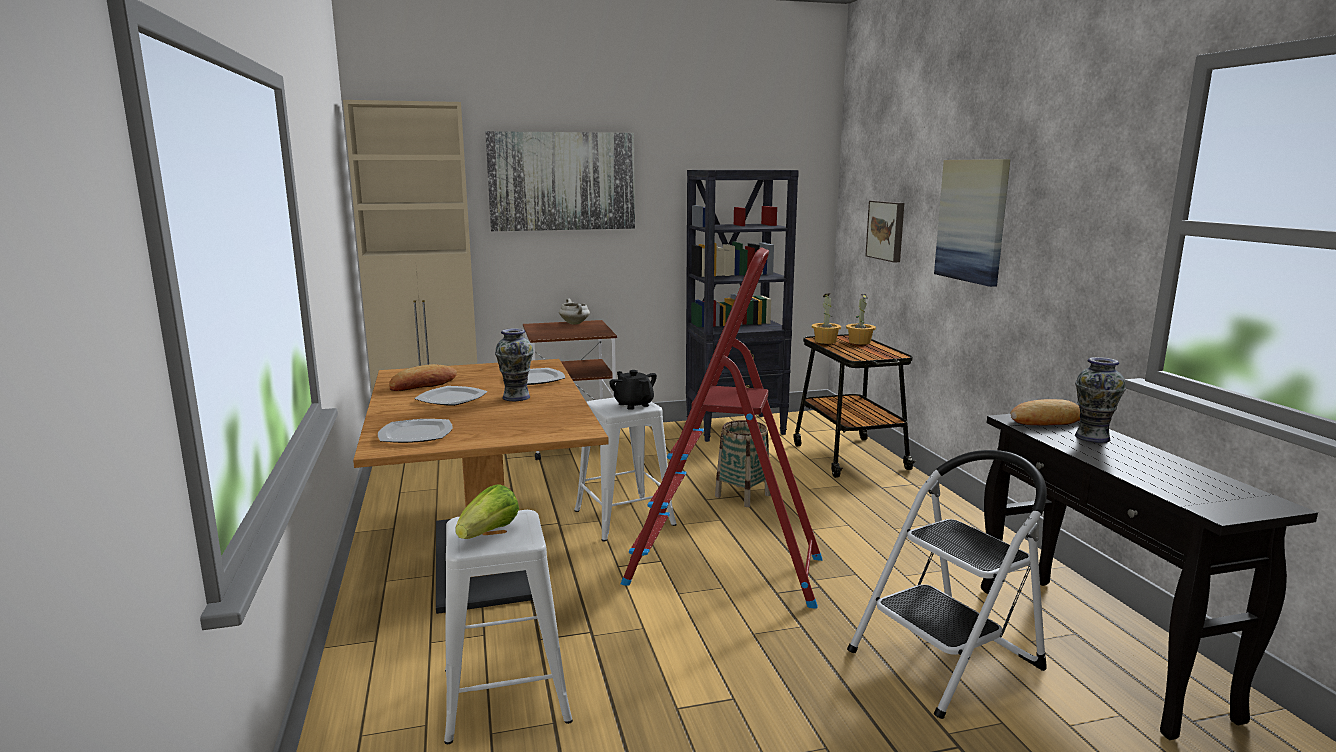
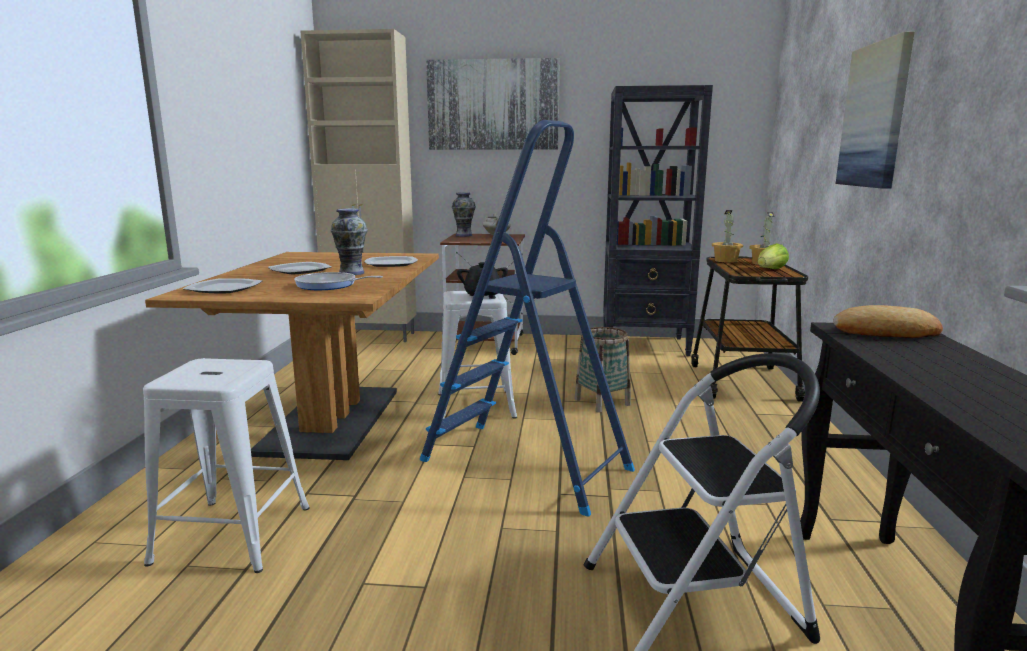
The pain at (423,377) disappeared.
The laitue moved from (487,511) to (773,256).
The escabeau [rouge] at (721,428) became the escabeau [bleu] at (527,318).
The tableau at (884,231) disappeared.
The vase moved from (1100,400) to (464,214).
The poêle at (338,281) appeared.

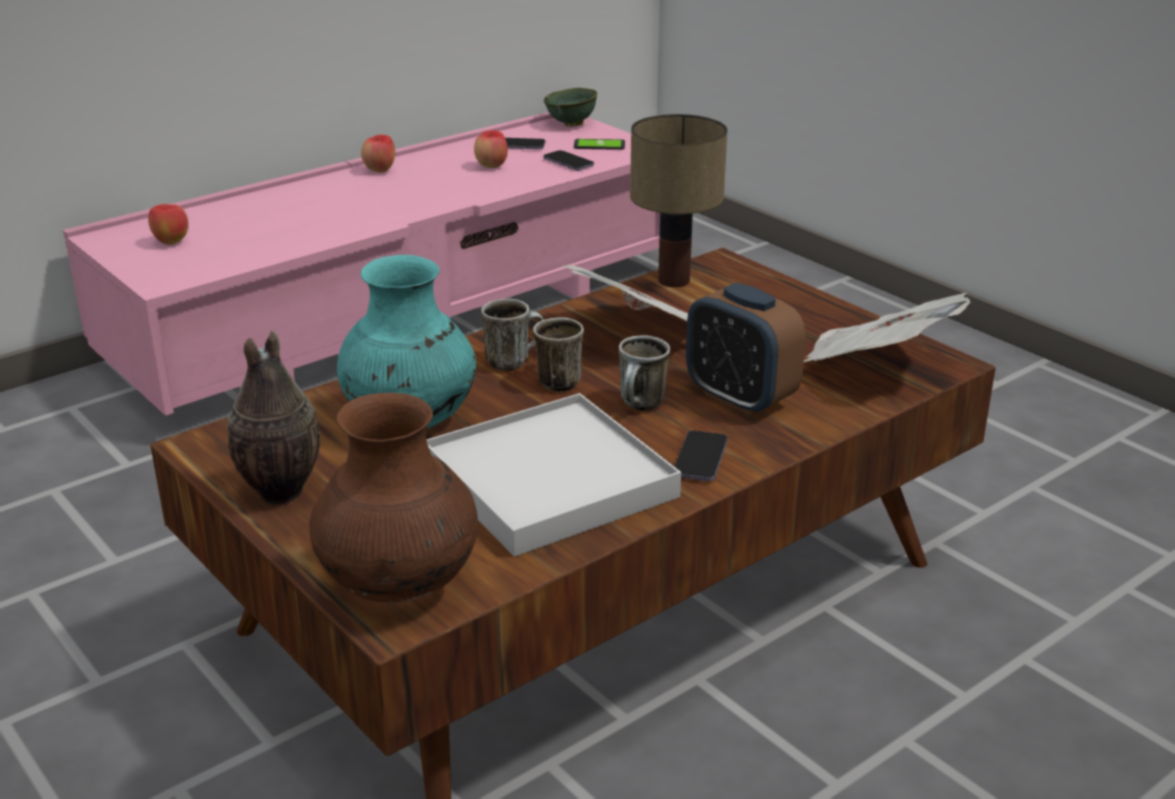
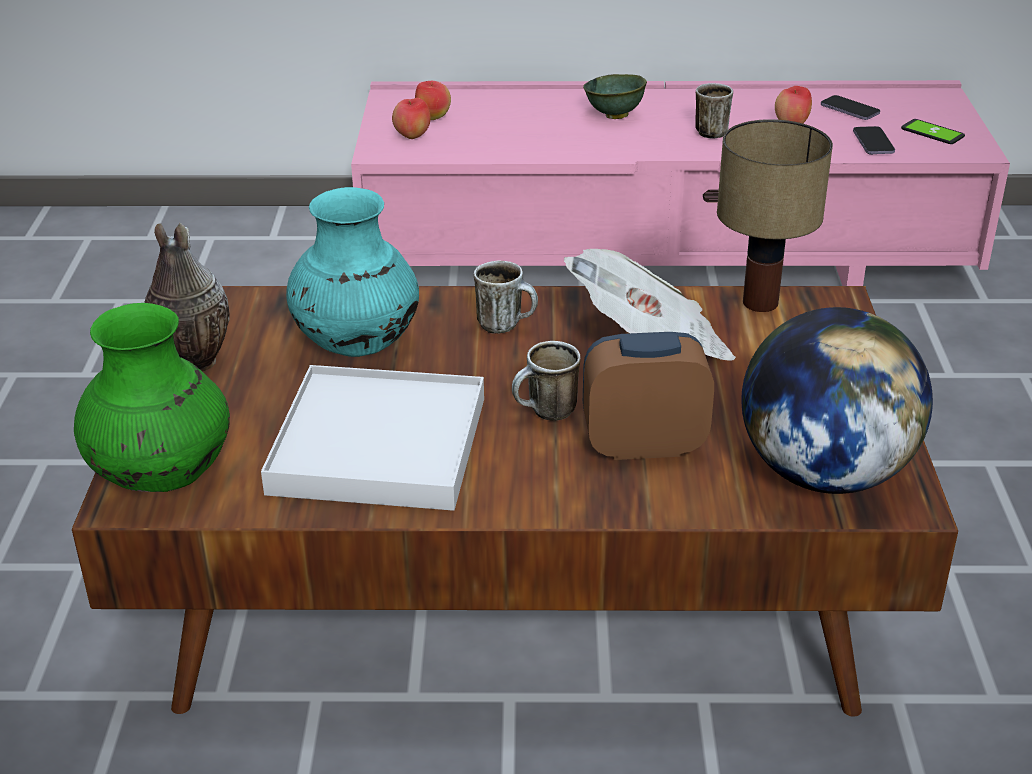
The vase [marron] at (393,497) became the vase [vert] at (152,397).
The pomme moved from (378,153) to (411,118).
The mug moved from (558,354) to (714,110).
The bol [vert] moved from (570,107) to (615,96).
The téléphone at (701,455) disappeared.
The réveil at (746,349) turned 90 degrees clockwise.
The journal at (887,327) was replaced by the globe at (837,400).

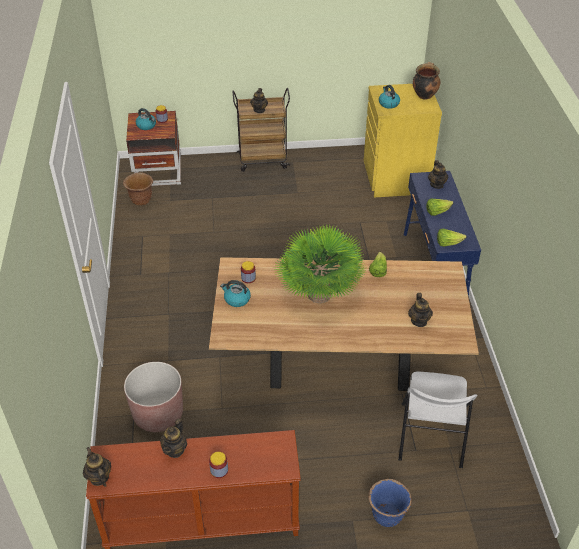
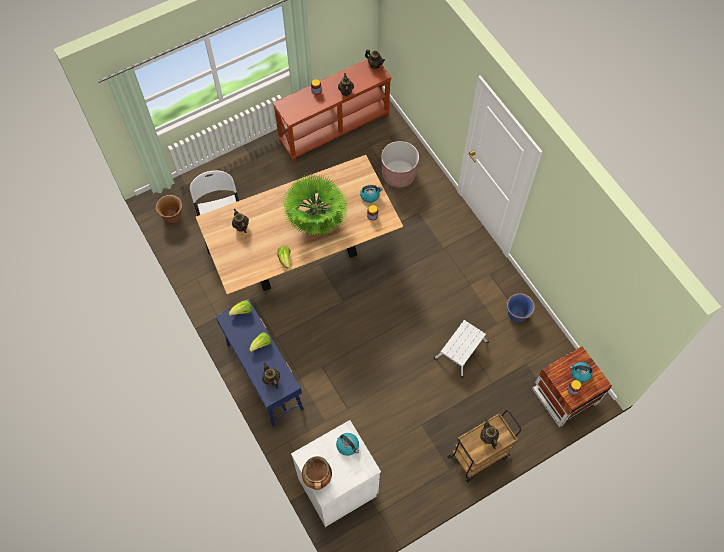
The cache-pot [marron] moved from (138,189) to (169,209).
The commode [jaune] at (403,141) became the commode [blanc] at (336,473).
The cache-pot [bleu] moved from (390,503) to (521,307).
The escabeau [blanc] at (461,349) appeared.

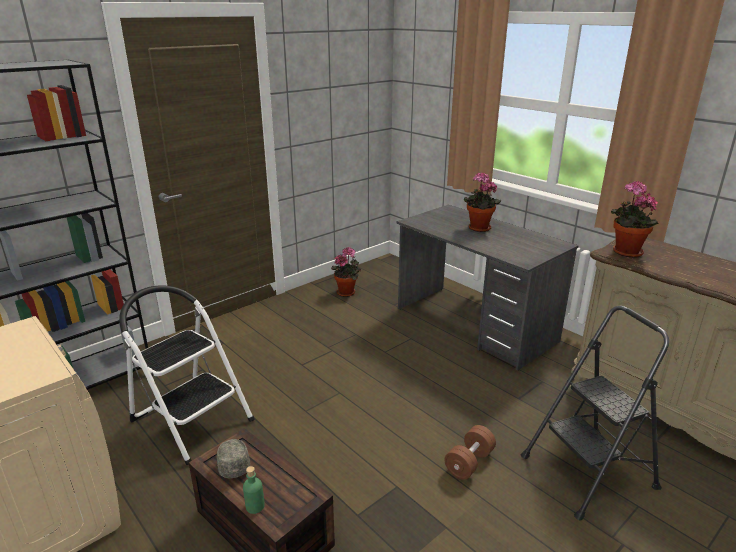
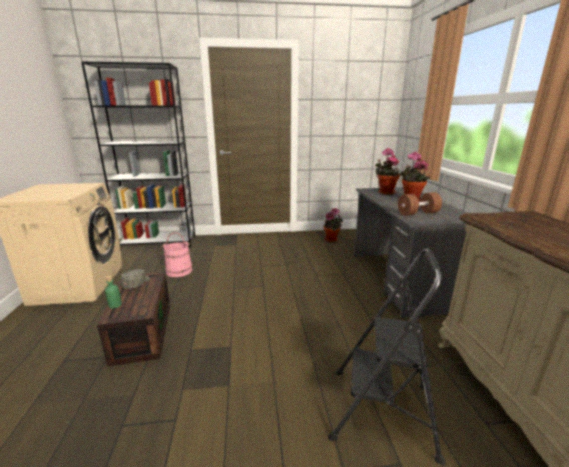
The escabeau at (186,375) was replaced by the seau [rose] at (176,254).
The haltère [marron] moved from (470,452) to (420,204).
The plante en pot moved from (634,219) to (387,171).

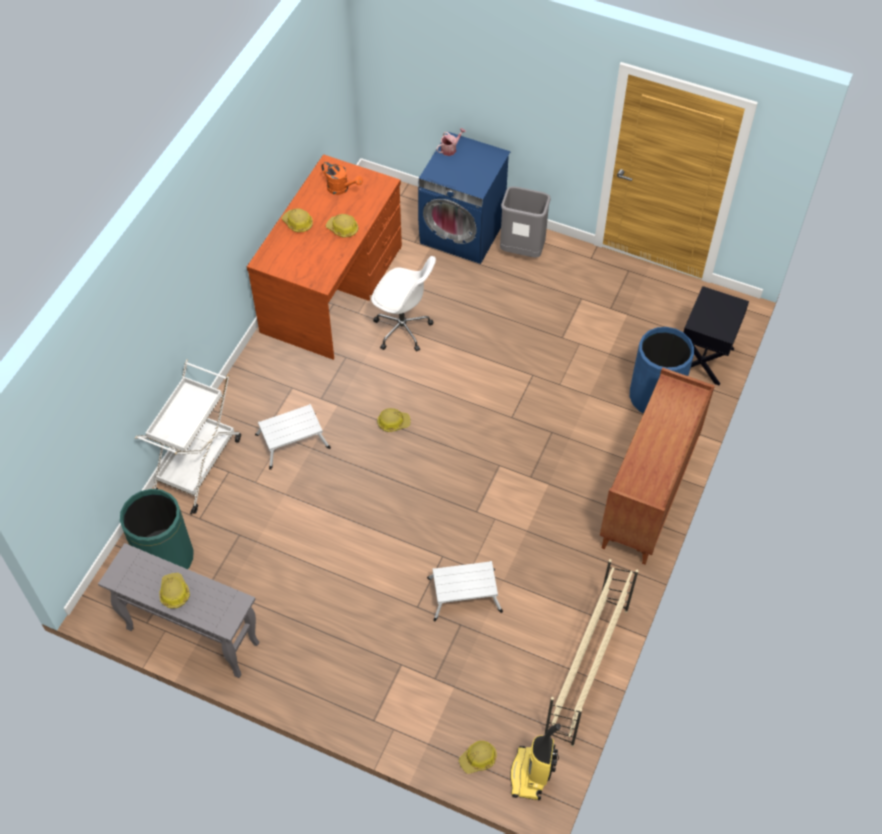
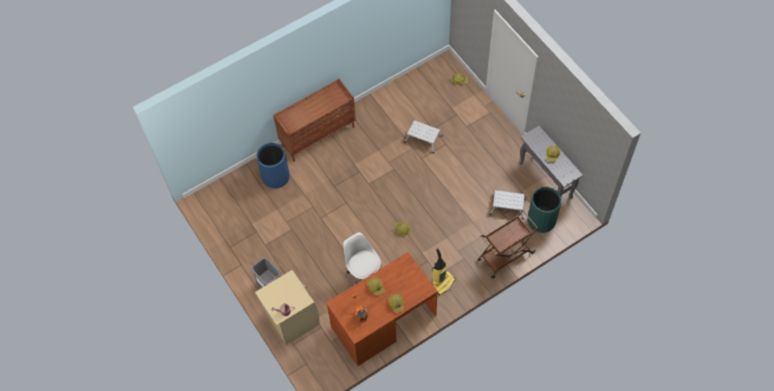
The chariot [blanc] at (188,436) became the chariot [marron] at (508,244).
The escabeau [blanc] moved from (293,437) to (507,205).
The lave-linge [bleu] at (464,198) became the lave-linge [beige] at (287,307).
The aspirateur moved from (535,762) to (444,272).
The étagère à chaussures [beige] at (591,652) disappeared.
The table de chevet [noir] at (716,336) disappeared.

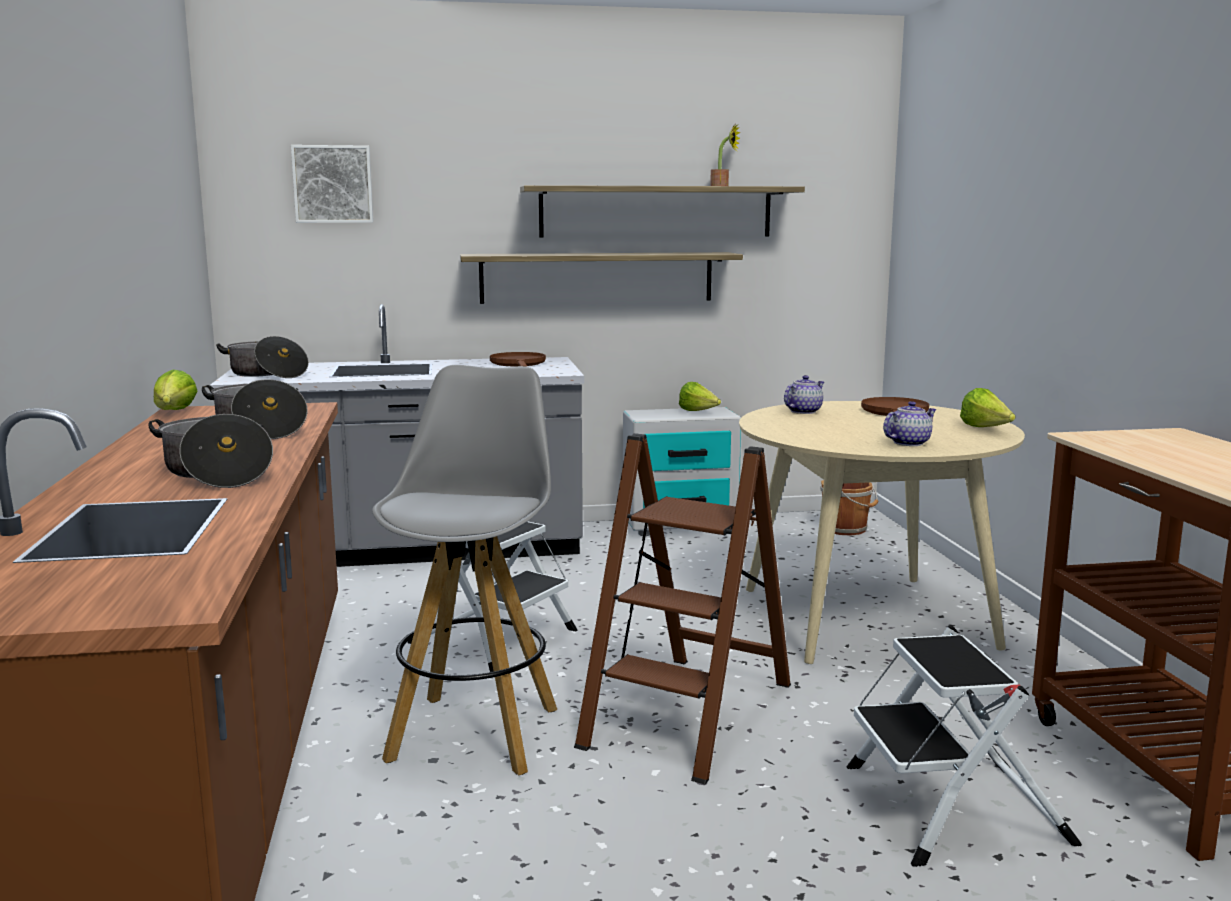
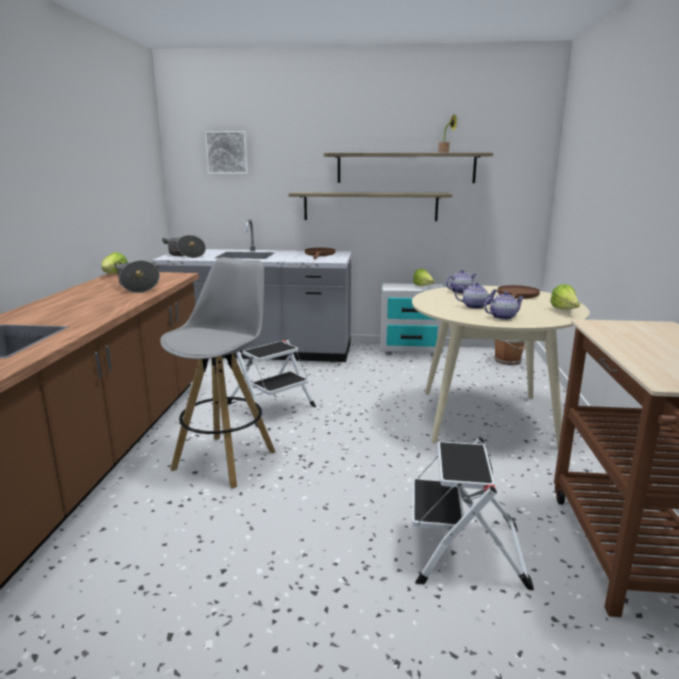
The marmite at (210,451) disappeared.
The escabeau [marron] at (682,608) disappeared.
The théière at (476,296) appeared.

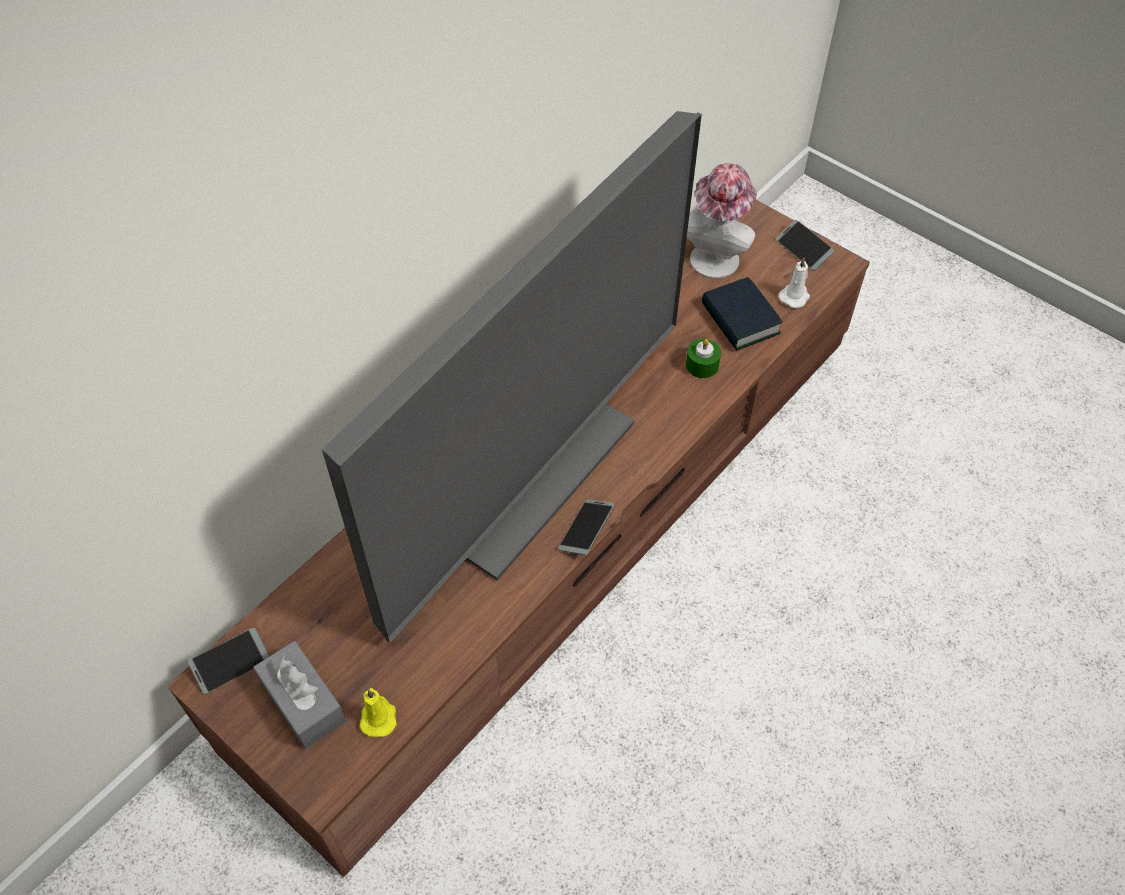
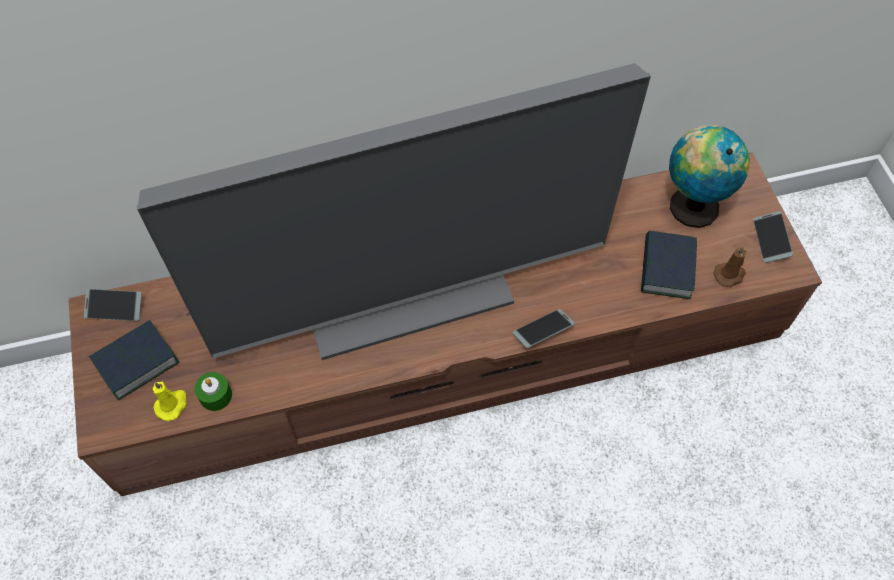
The boîte à mouchoirs [gris] at (299,695) was replaced by the livre at (134,360).
The téléphone moved from (586,527) to (543,328).
The bougie [vert] moved from (703,358) to (213,391).
The chapeau at (722,220) was replaced by the globe at (709,176).
The bougie [blanc] at (794,282) became the bougie [marron] at (729,266).

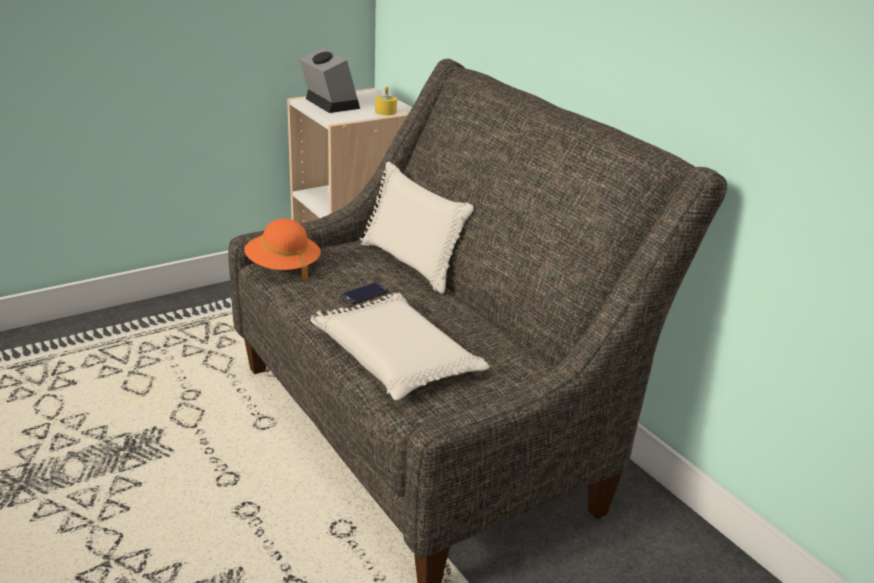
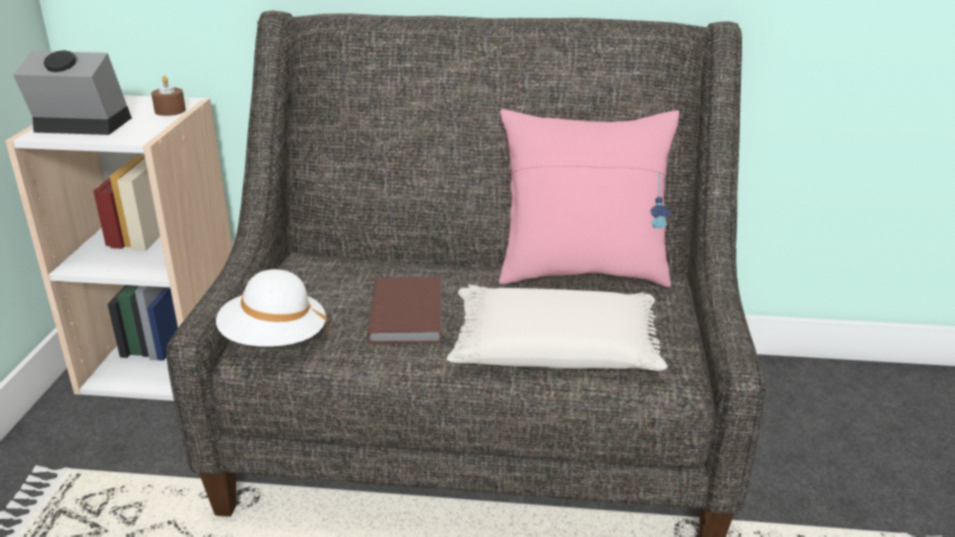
The chapeau [orange] at (282,249) became the chapeau [blanc] at (272,308).
The téléphone at (364,293) was replaced by the livre [marron] at (404,310).
The coussin [blanc] at (416,228) disappeared.
The bougie [jaune] at (386,101) became the bougie [marron] at (168,96).
The coussin [rose] at (589,198) appeared.

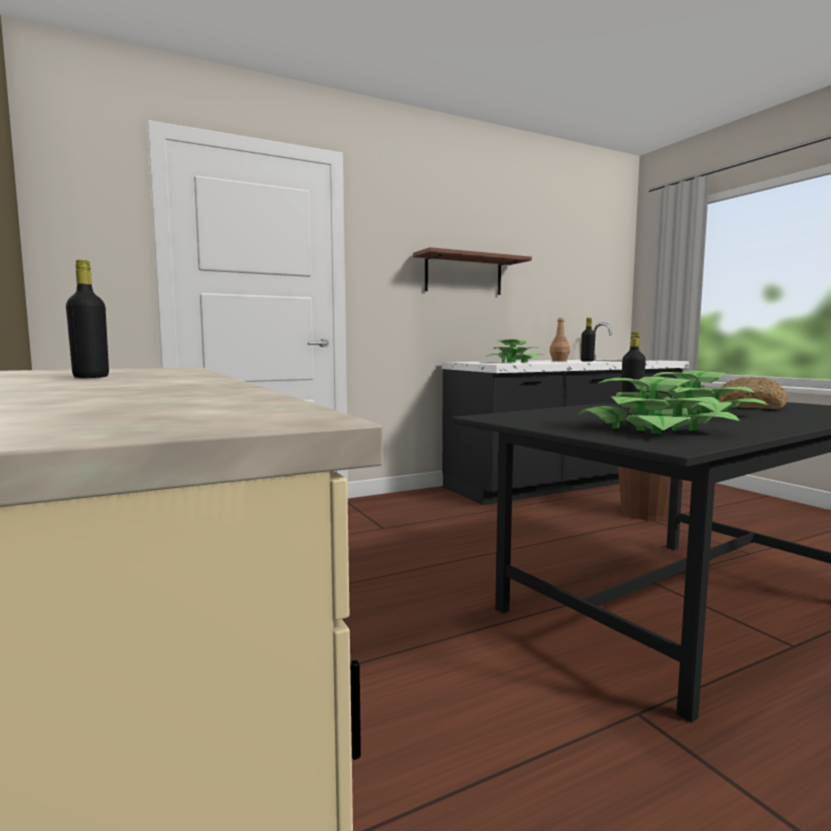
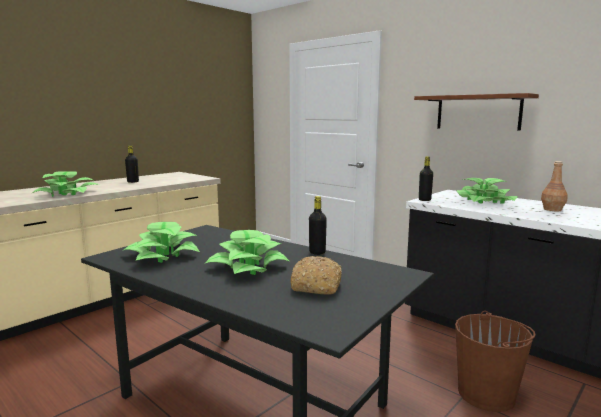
The bouteille [noir] moved from (588,339) to (426,178).
The plante en pot at (65,184) appeared.

